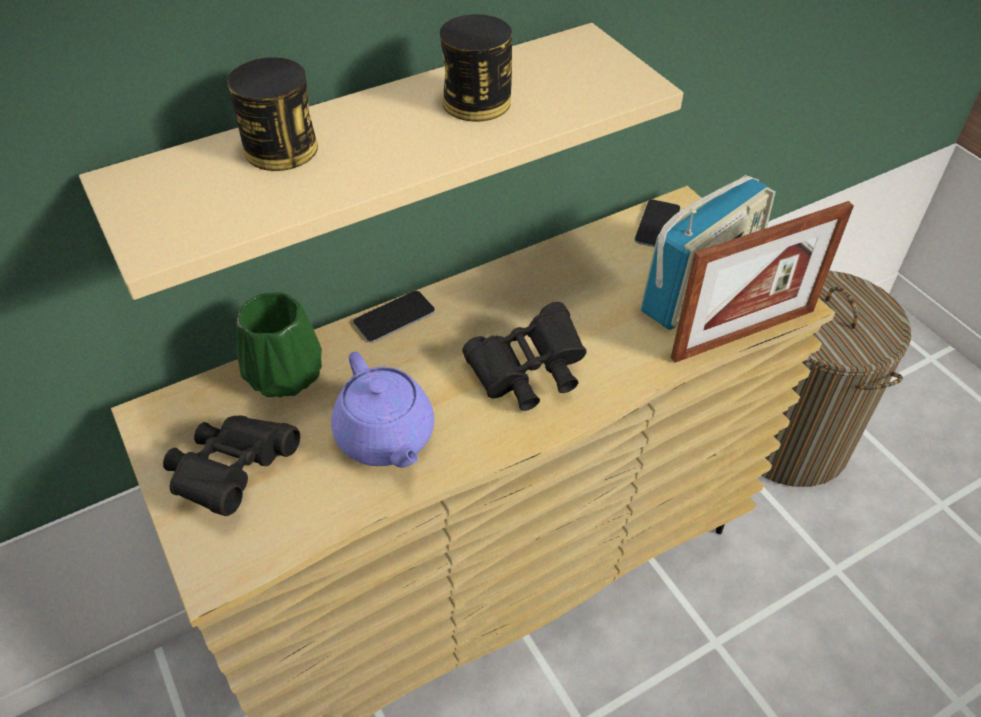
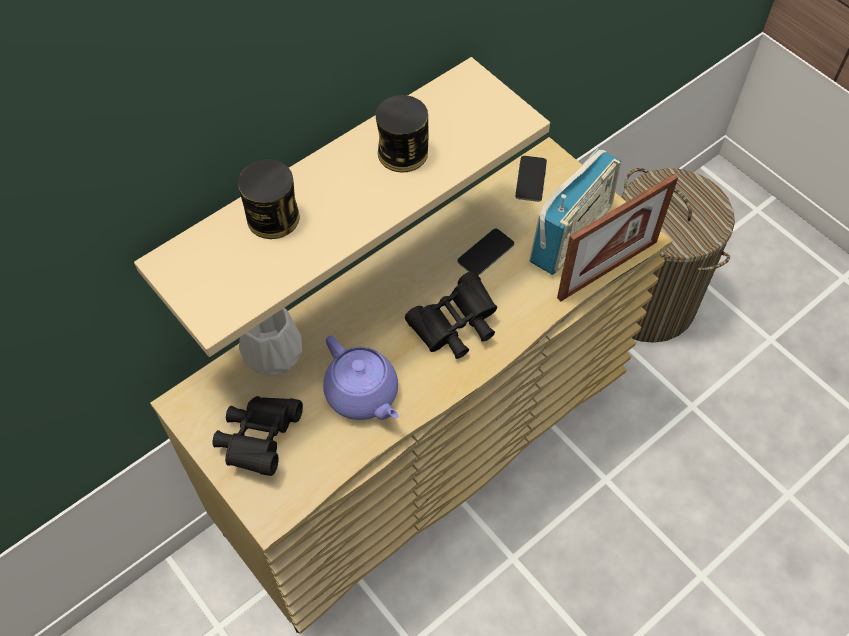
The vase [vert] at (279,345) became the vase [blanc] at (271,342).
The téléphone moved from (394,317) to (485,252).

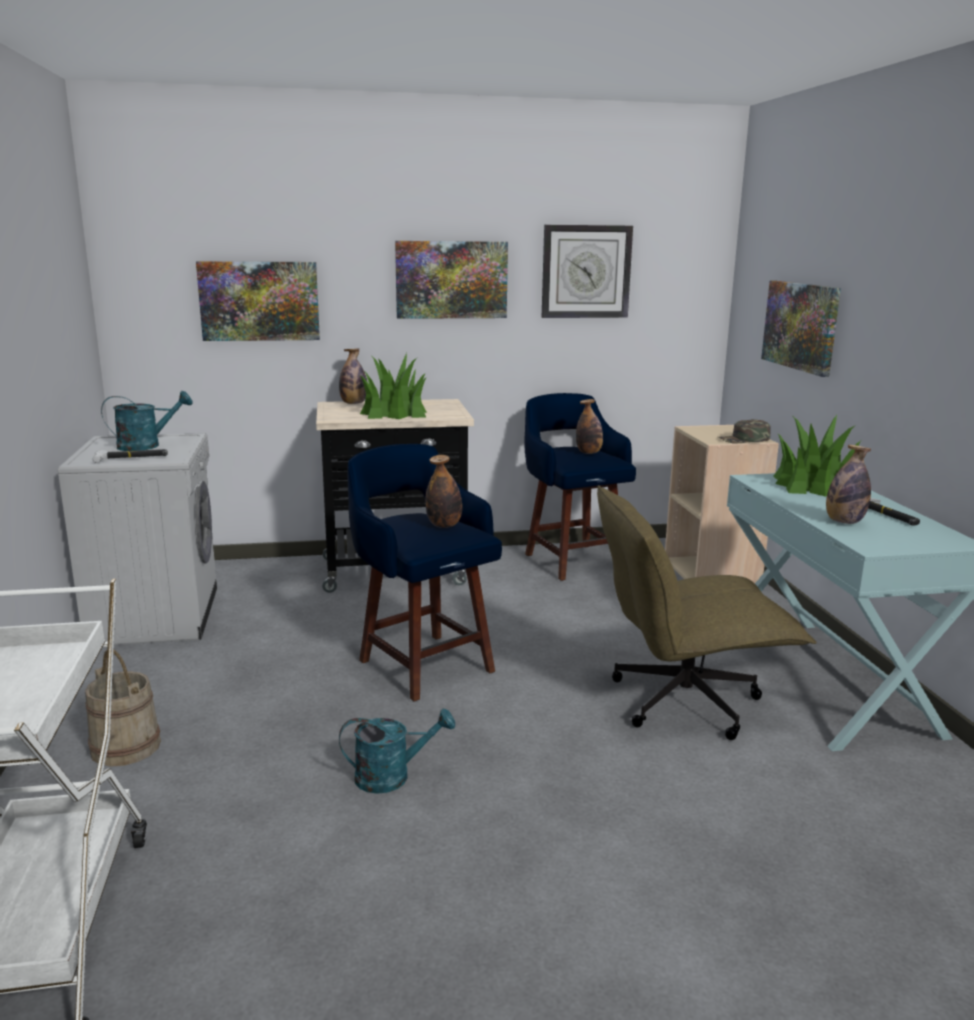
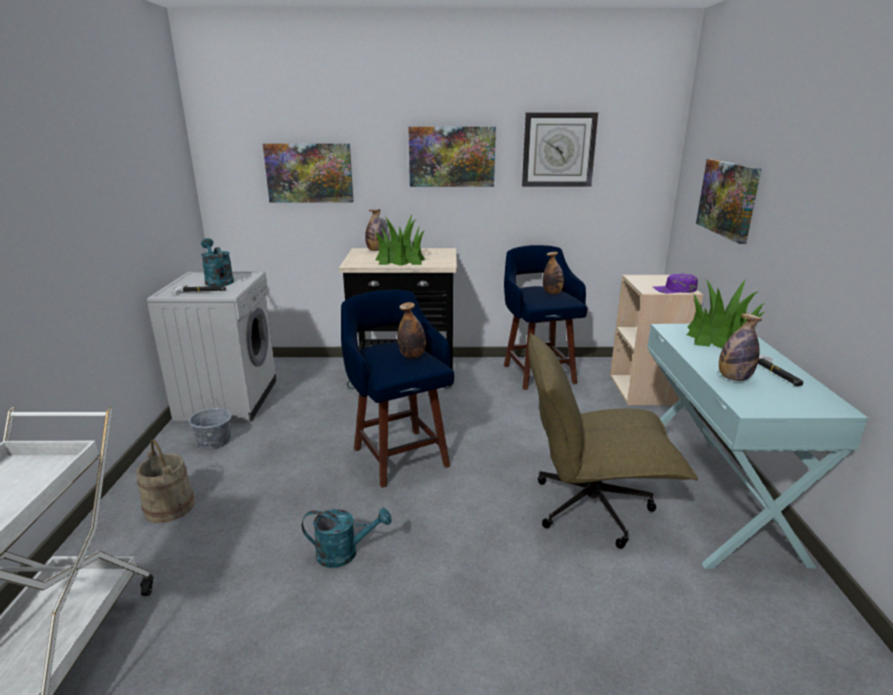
The arrosoir [turquoise] at (147,421) turned 105 degrees counterclockwise.
The casquette [vert] at (744,431) became the casquette [violet] at (675,283).
The seau [gris] at (210,423) appeared.

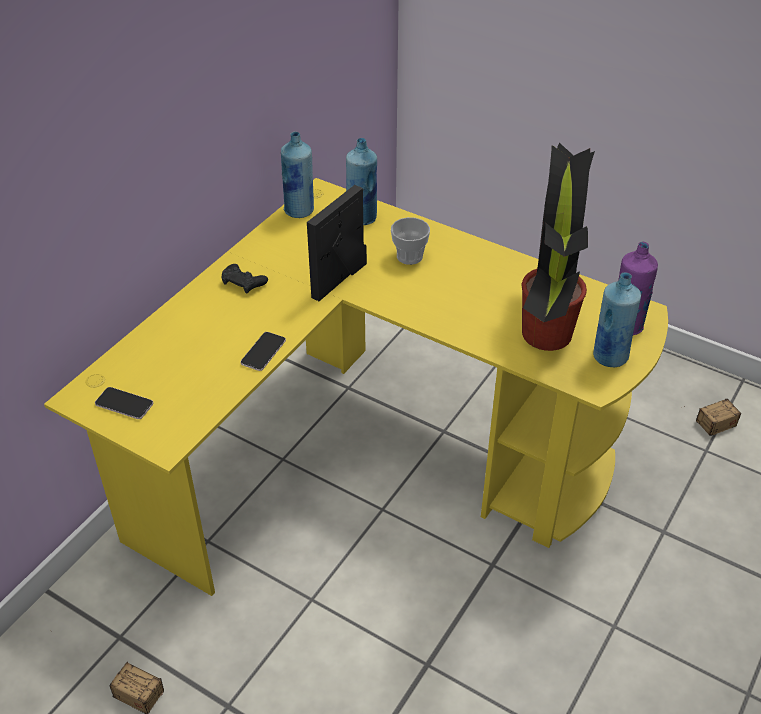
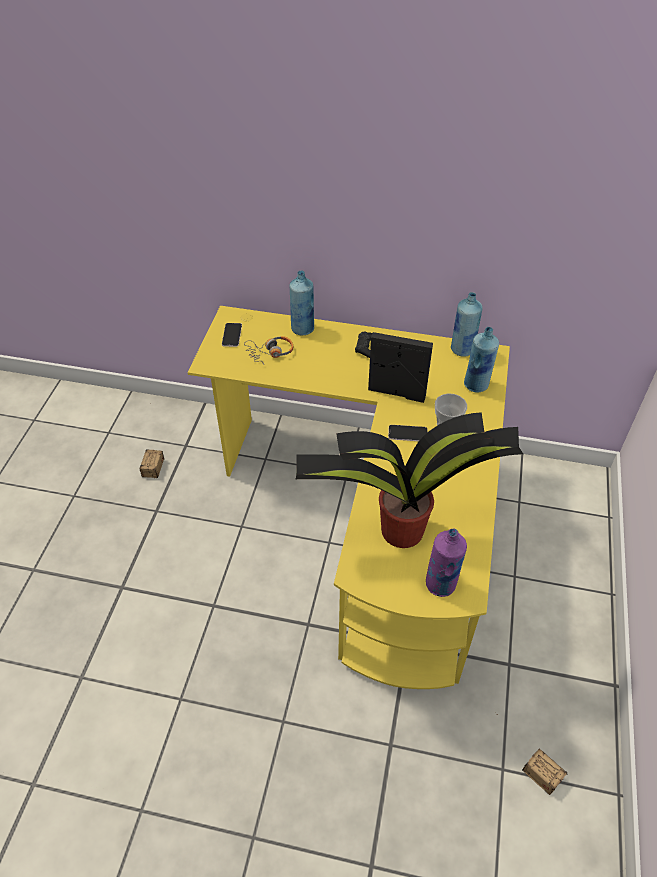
The téléphone moved from (263,351) to (408,433).
The bouteille [bleu] moved from (617,319) to (301,303).
The casque audio at (268,350) appeared.

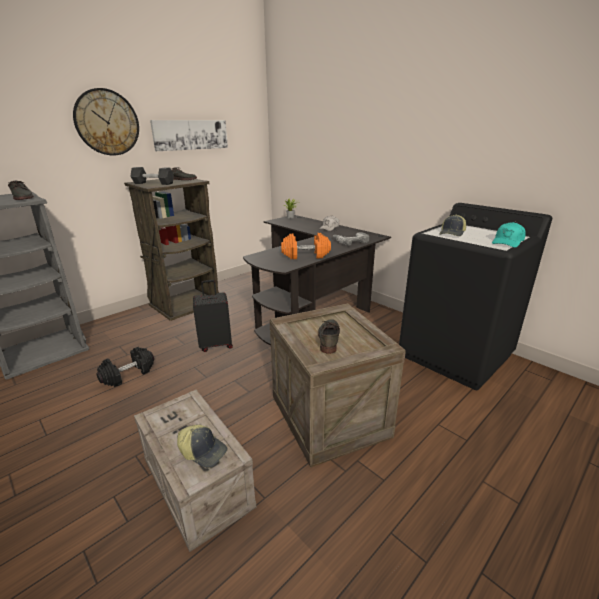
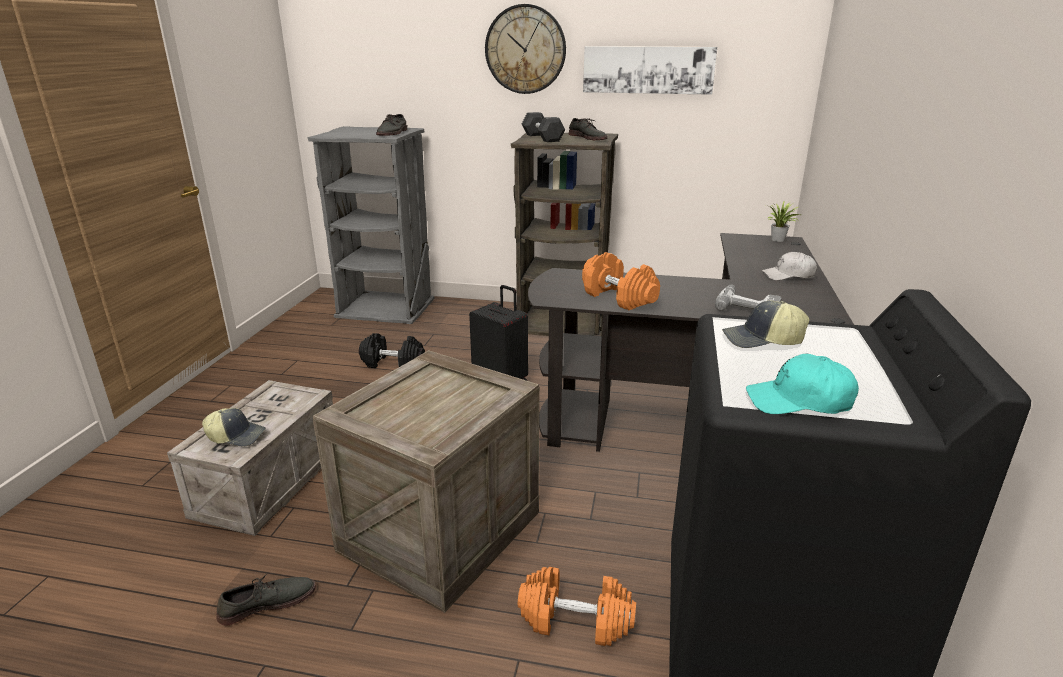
The casquette at (202,446) turned 75 degrees counterclockwise.
The chaussure [gris] moved from (329,336) to (266,599).
The haltère [orange] at (577,606) appeared.

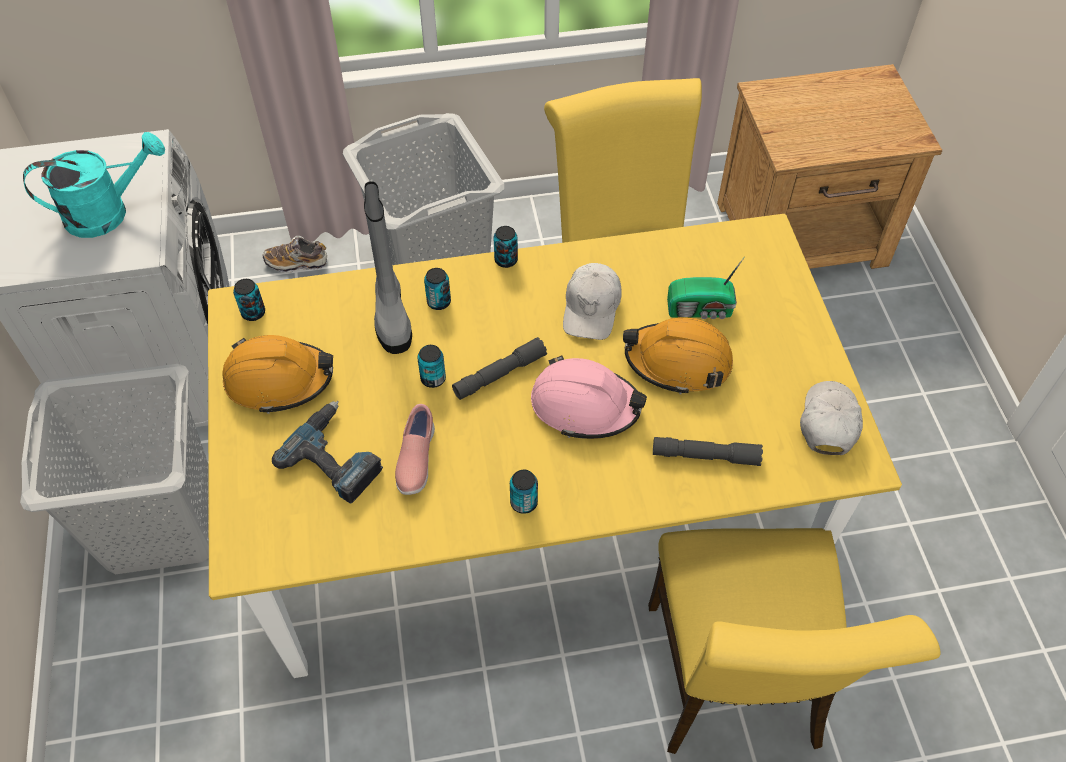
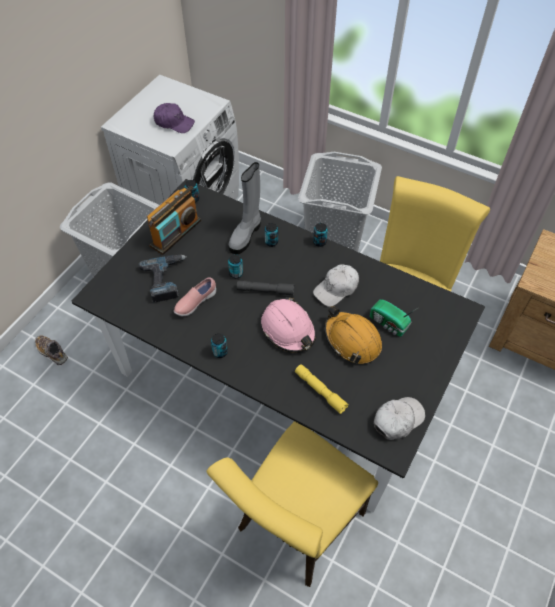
The arrosoir [turquoise] at (94,185) was replaced by the casquette [violet] at (174,118).
The table à manger [jaune] at (555,446) became the table à manger [noir] at (278,346).
The casque de chantier [orange] at (278,374) was replaced by the radio at (174,220).
The chaussure moved from (295,255) to (51,350).
The lampe de poche [gris] at (708,451) became the lampe de poche [jaune] at (322,389).

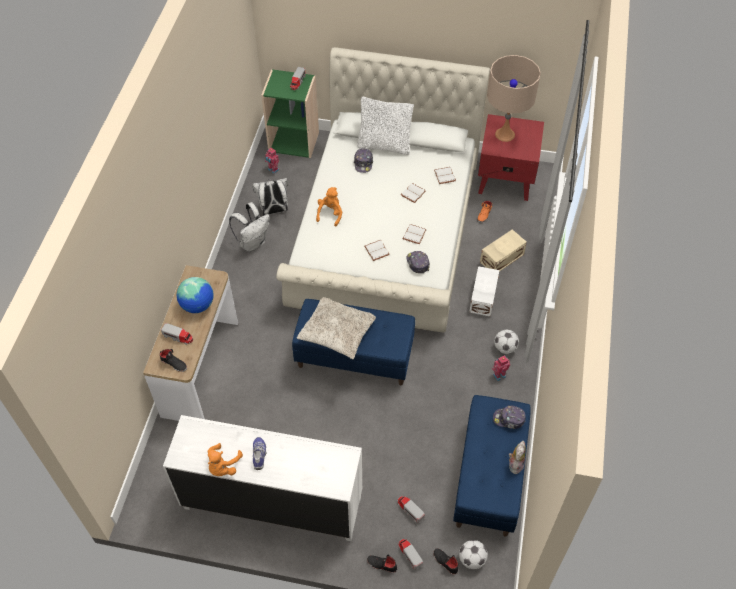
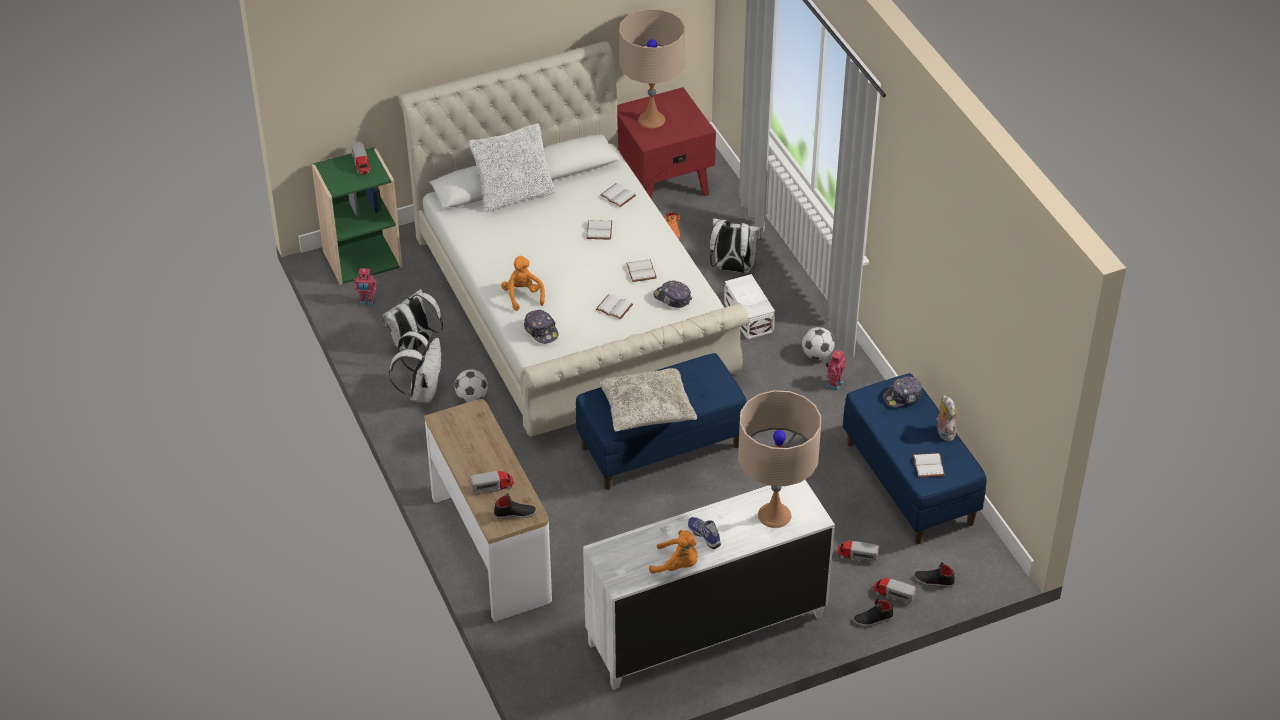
The globe at (195,295) disappeared.
The peluche [orange] at (225,459) turned 60 degrees counterclockwise.
The casquette moved from (363,160) to (541,327).
The ballon de foot moved from (473,554) to (471,385).
The boîte de rangement [beige] at (503,250) was replaced by the sac à dos [blanc] at (735,245).
The lampe de table [beige] at (779,459) appeared.
The livre [blanc] at (929,465) appeared.

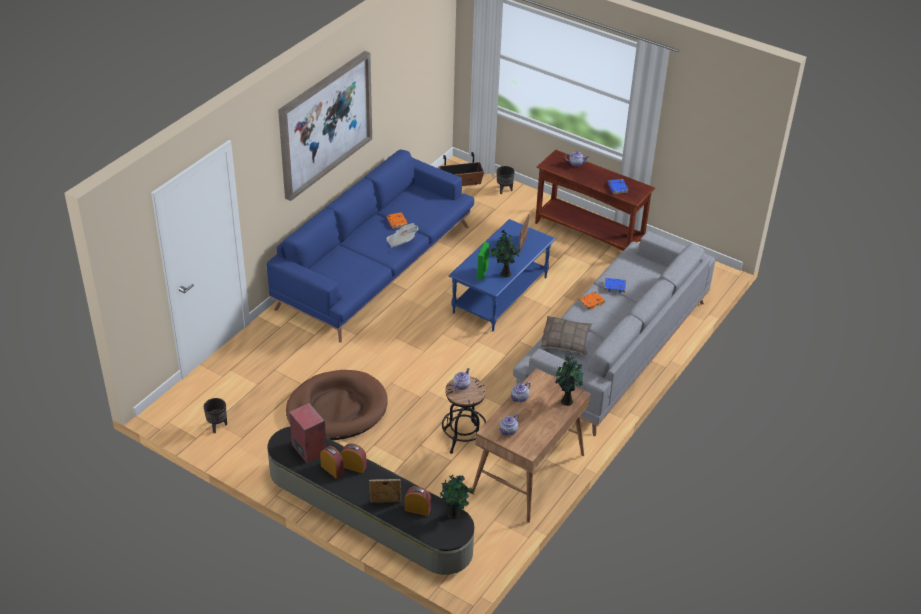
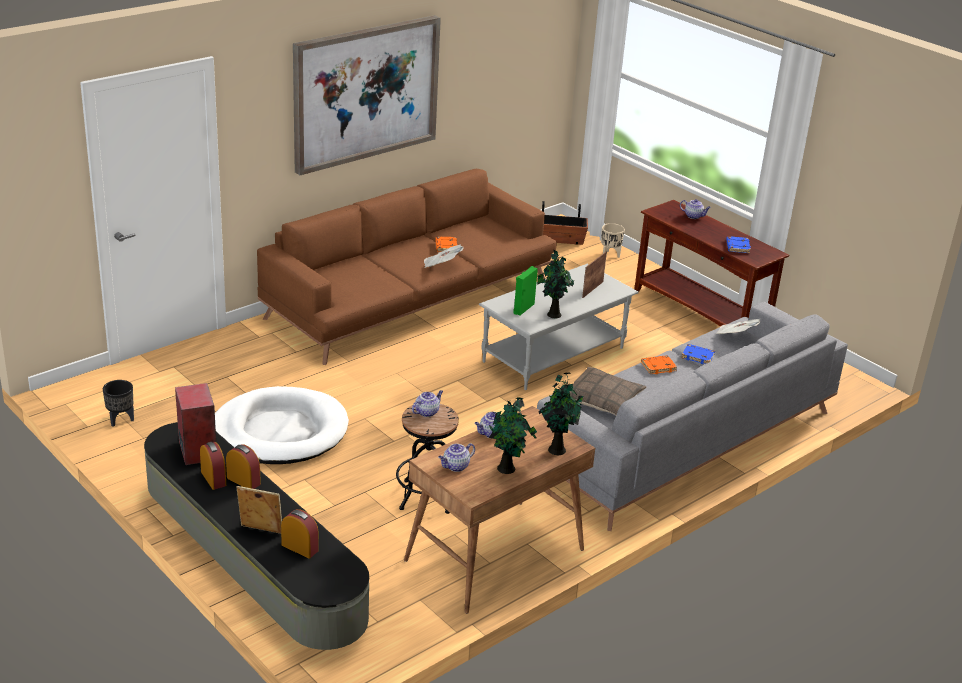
The canapé [bleu] at (370,246) became the canapé [marron] at (406,267).
The panier pour chien [marron] at (337,405) became the panier pour chien [blanc] at (282,425).
The plante en pot moved from (456,496) to (512,435).
The table basse [bleu] at (502,275) became the table basse [gris] at (559,327).
The cache-pot [noir] at (506,180) became the cache-pot [beige] at (613,240).
The journal at (738,326) appeared.

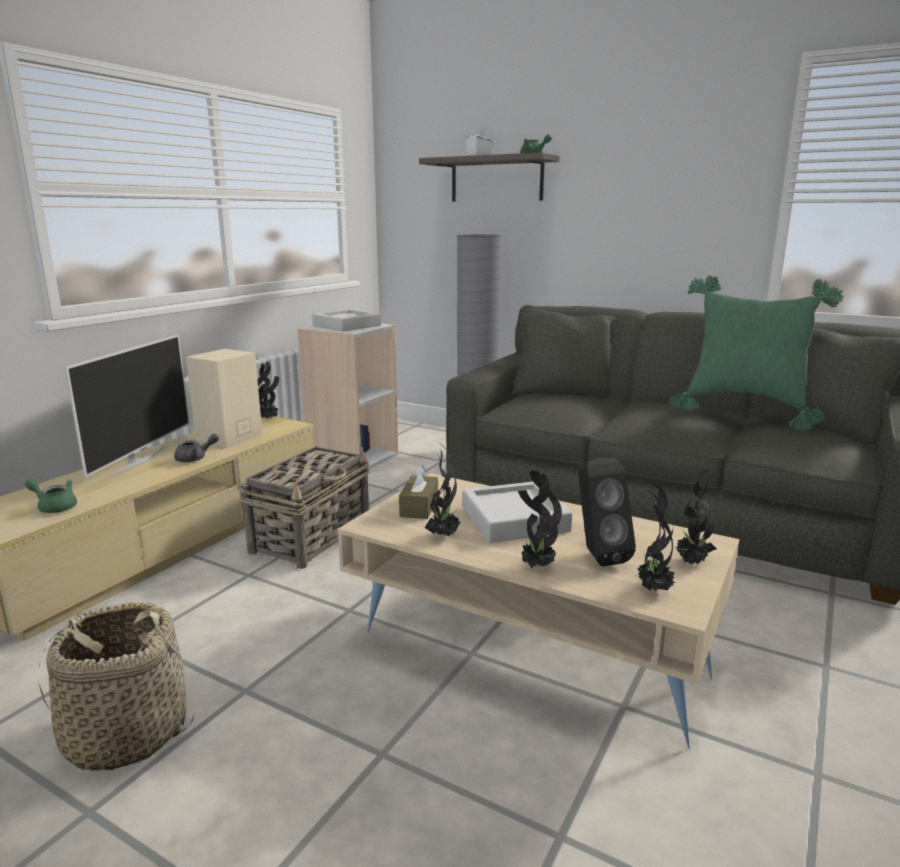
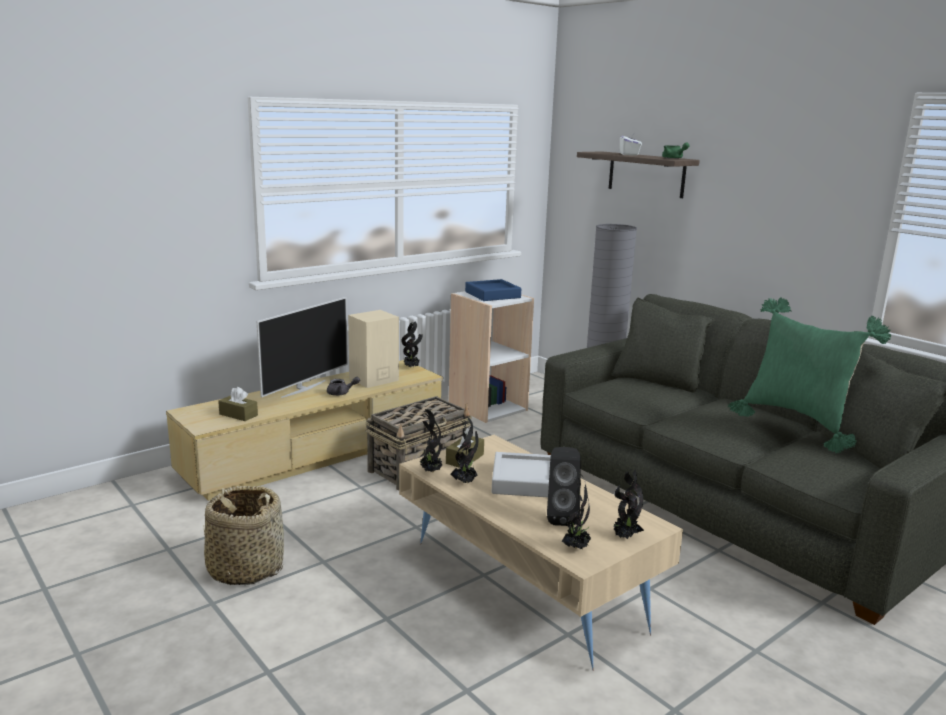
The théière [vert] at (51,496) was replaced by the boîte à mouchoirs [marron] at (238,404).
The plateau [gris] at (346,320) became the plateau [bleu] at (493,290).
The plante en pot moved from (540,519) to (431,440).

